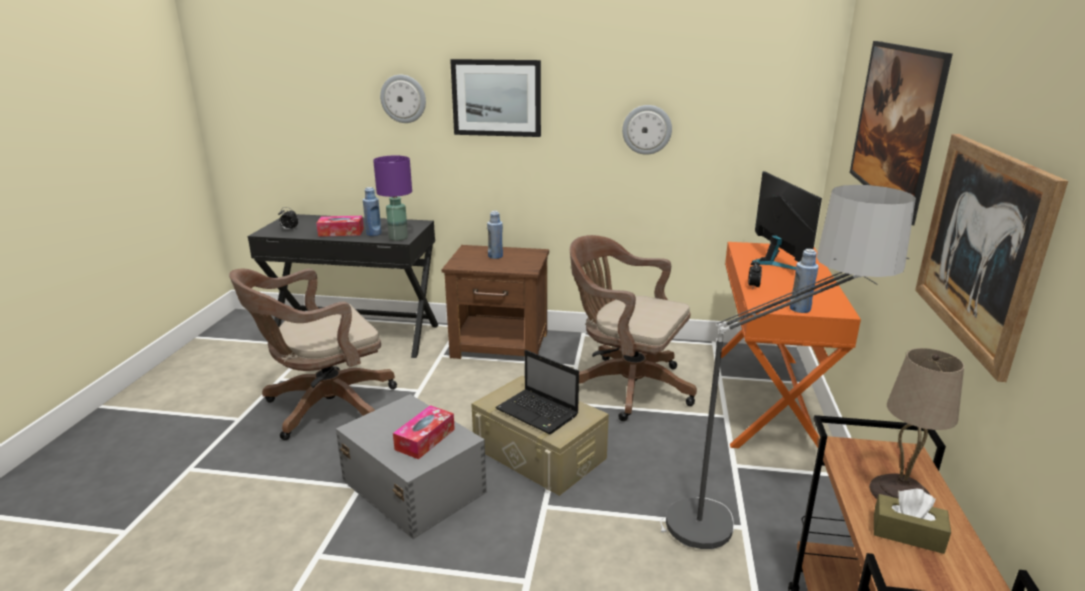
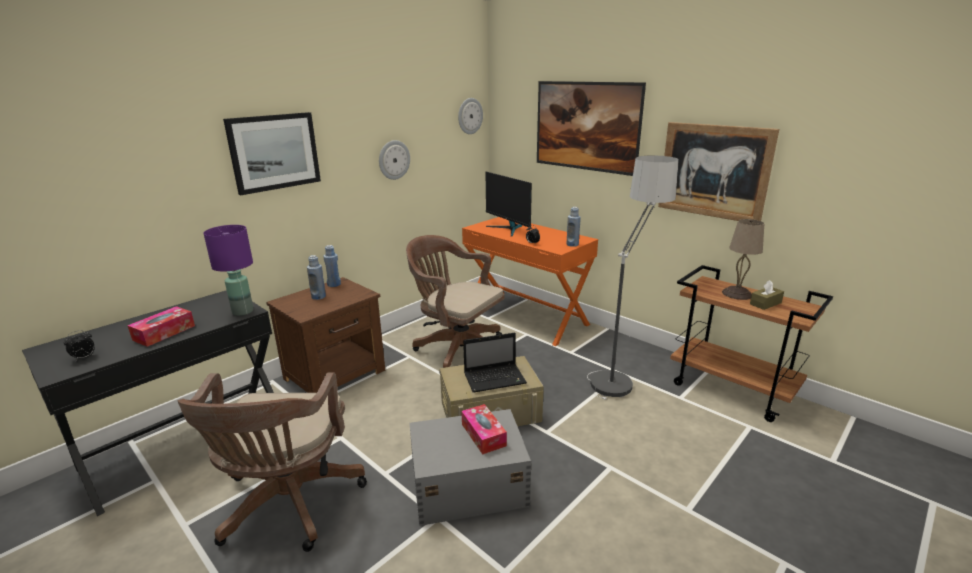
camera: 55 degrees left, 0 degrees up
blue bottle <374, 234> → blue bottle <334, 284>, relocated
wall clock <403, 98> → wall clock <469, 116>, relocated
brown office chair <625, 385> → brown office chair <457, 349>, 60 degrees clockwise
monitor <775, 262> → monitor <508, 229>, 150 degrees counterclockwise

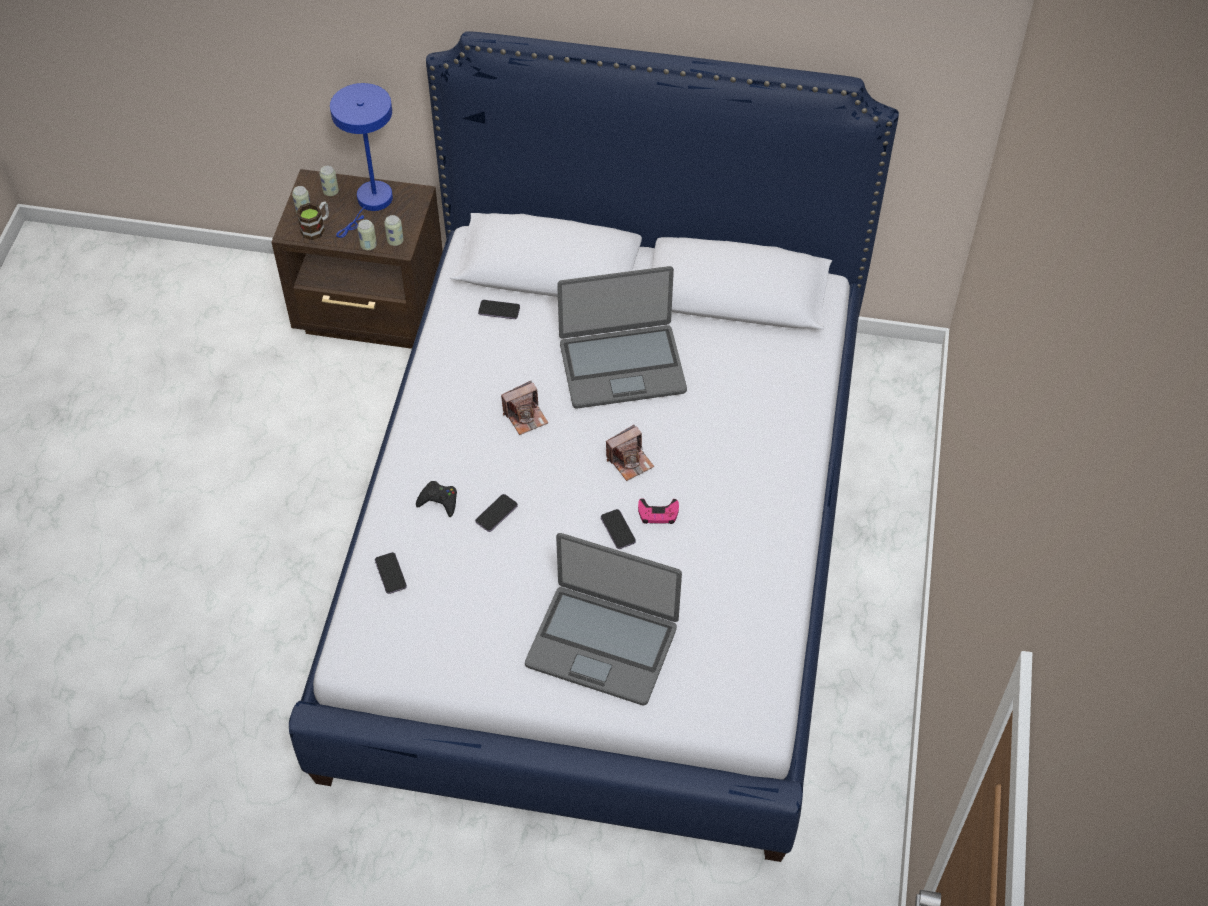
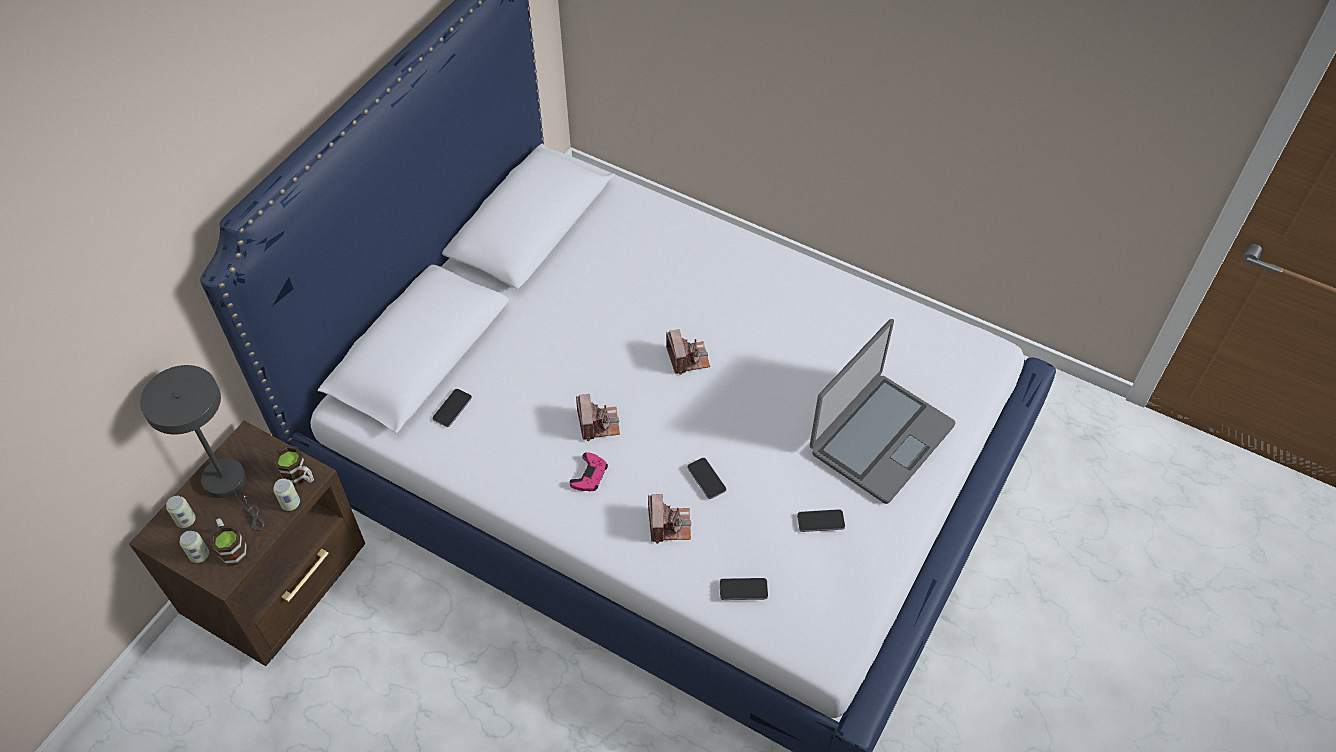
camera: 70 degrees left, 0 degrees up
blue table lamp <371, 203> → grey table lamp <229, 485>
can <395, 241> → mug <300, 476>
black game controller <439, 501> → photo camera <669, 525>
laptop <622, 366> → -
phone <618, 530> → phone <820, 521>, relocated
pink game controller <658, 513> → pink game controller <589, 475>, relocated

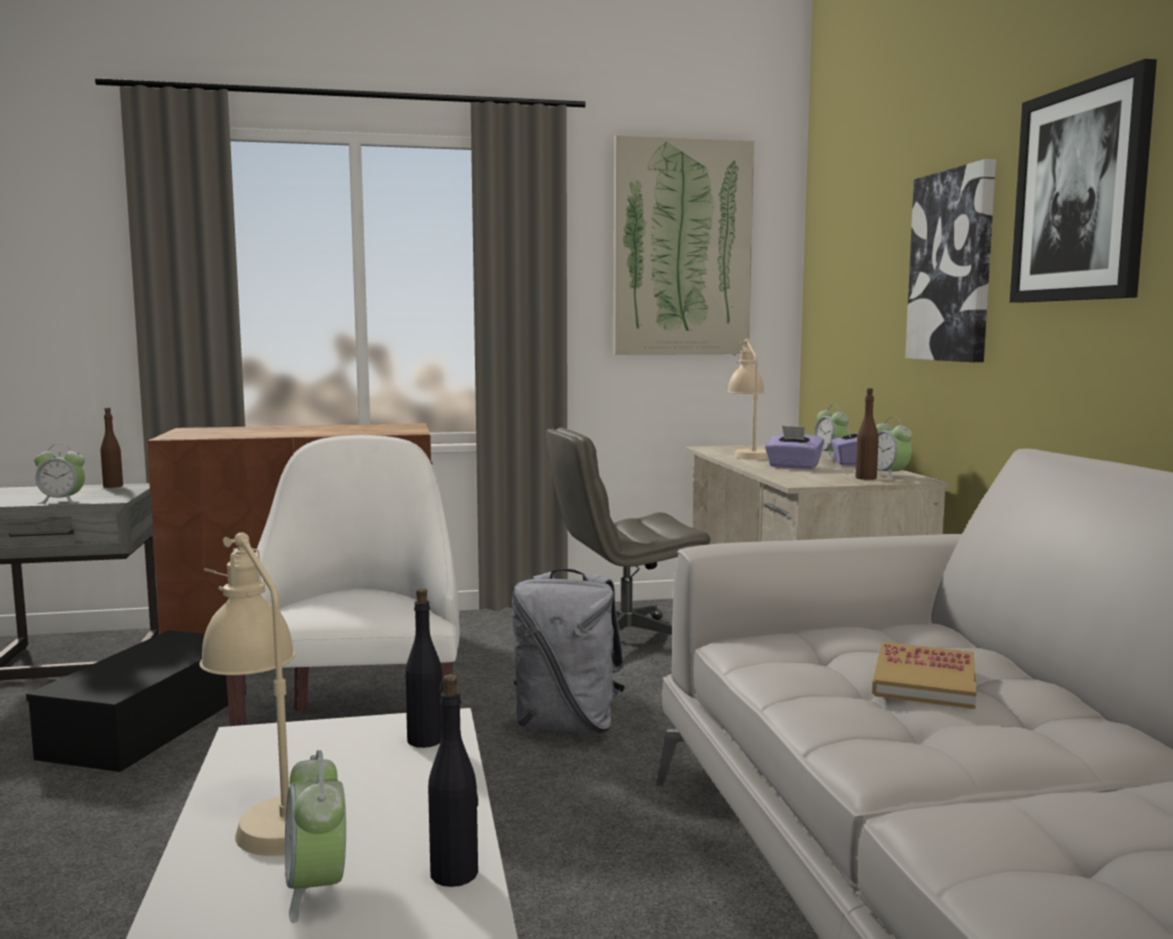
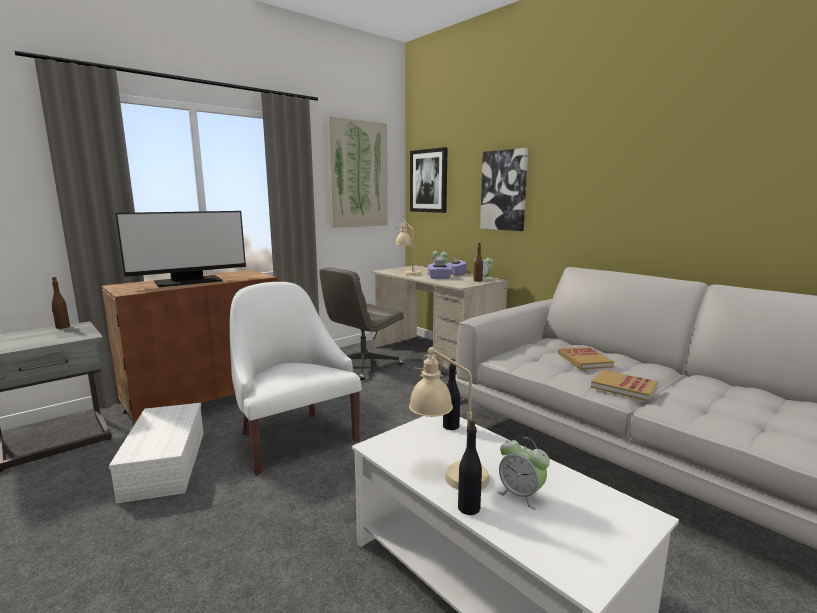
camera: 30 degrees left, 5 degrees up
black storage box <148, 723> → white storage box <164, 463>
alarm clock <62, 501> → -
black bottle <455, 873> → black bottle <469, 508>, relocated
grey backpack <568, 725> → -
picture <1081, 193> → picture <429, 181>, relocated
- → monitor <188, 281>
- → book <623, 387>

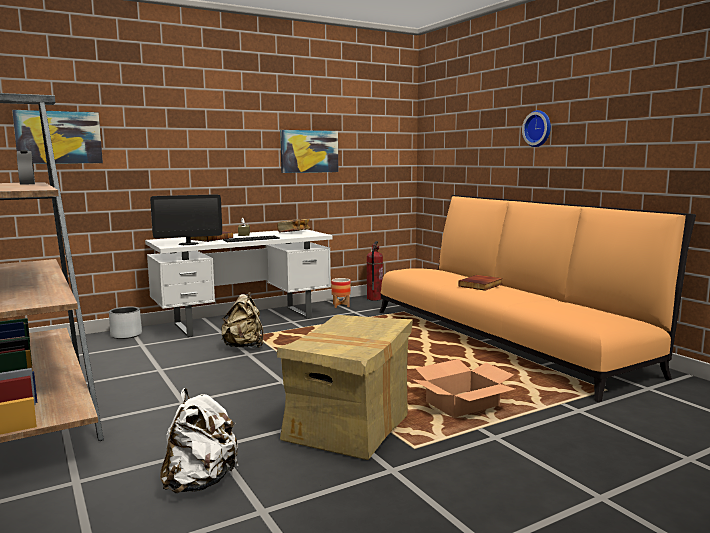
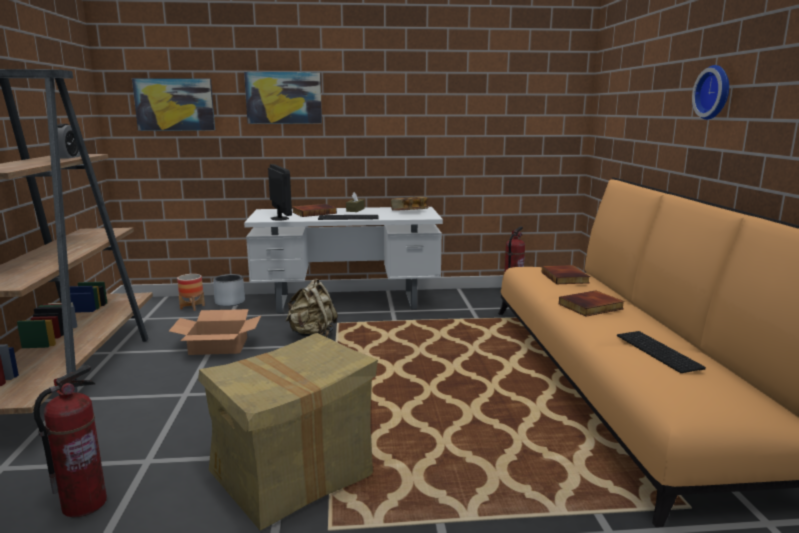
camera: 25 degrees right, 5 degrees up
monitor <188, 244> → monitor <279, 218>, 120 degrees counterclockwise
white backpack <200, 482> → fire extinguisher <84, 504>
picture <309, 151> → picture <284, 98>, relocated
planter <341, 305> → planter <192, 307>, relocated
cardboard box <462, 404> → cardboard box <218, 346>, relocated
- → book <565, 277>
- → keyboard <660, 351>

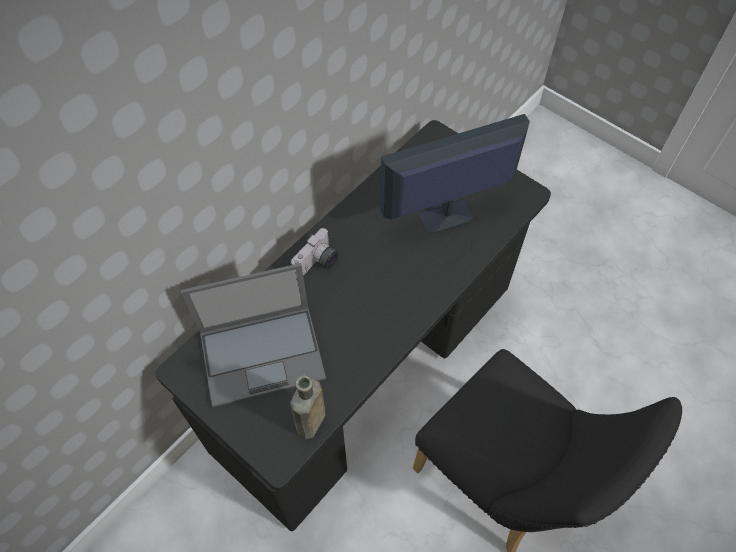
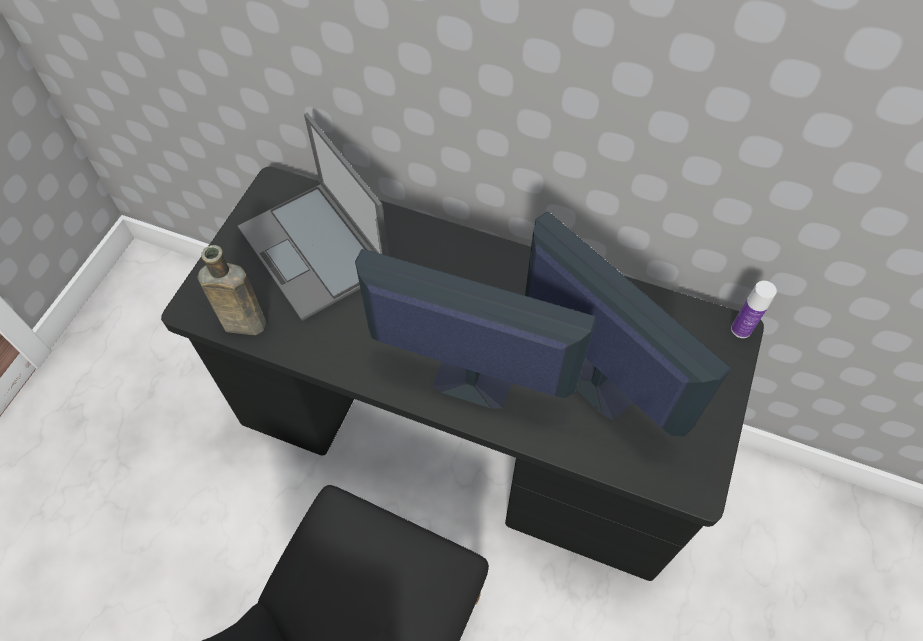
camera: 70 degrees right, 0 degrees up
photo camera <317, 264> → -
- → monitor <470, 381>
- → bottle <741, 329>

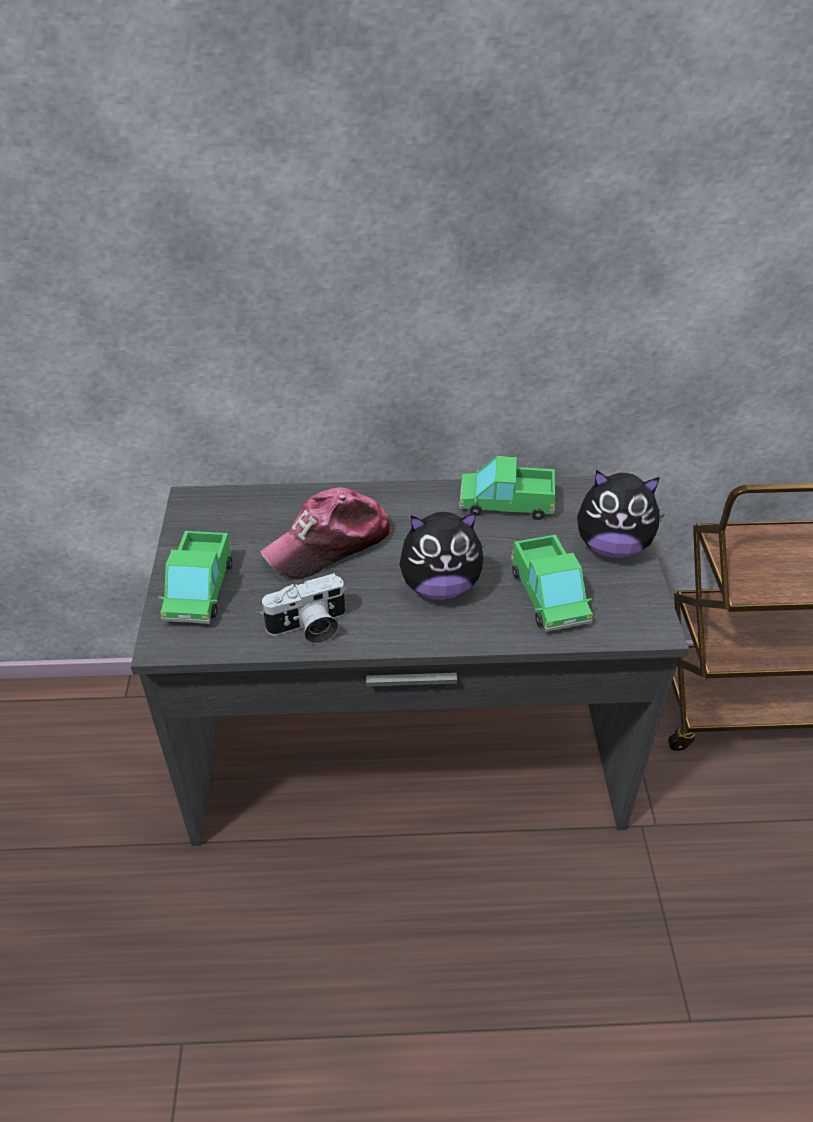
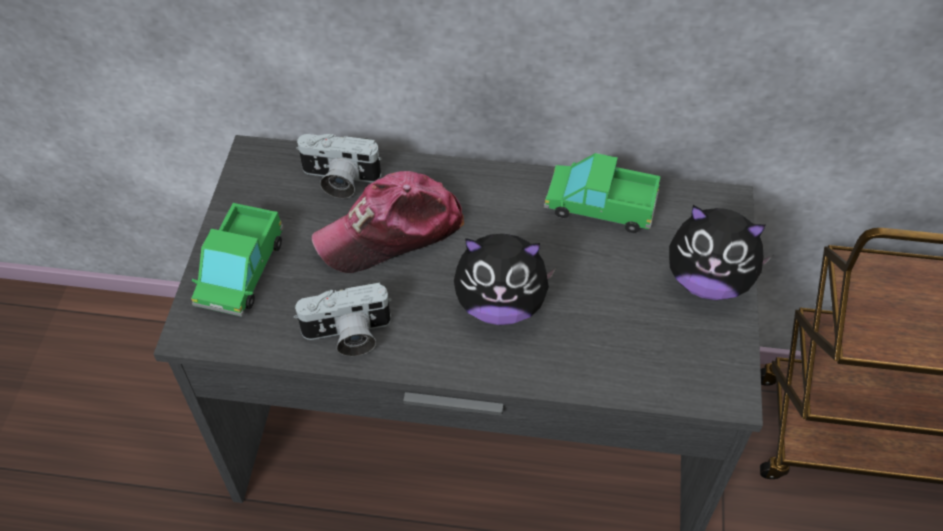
camera: 10 degrees right, 10 degrees up
toy truck <549, 596> → -
- → photo camera <339, 180>

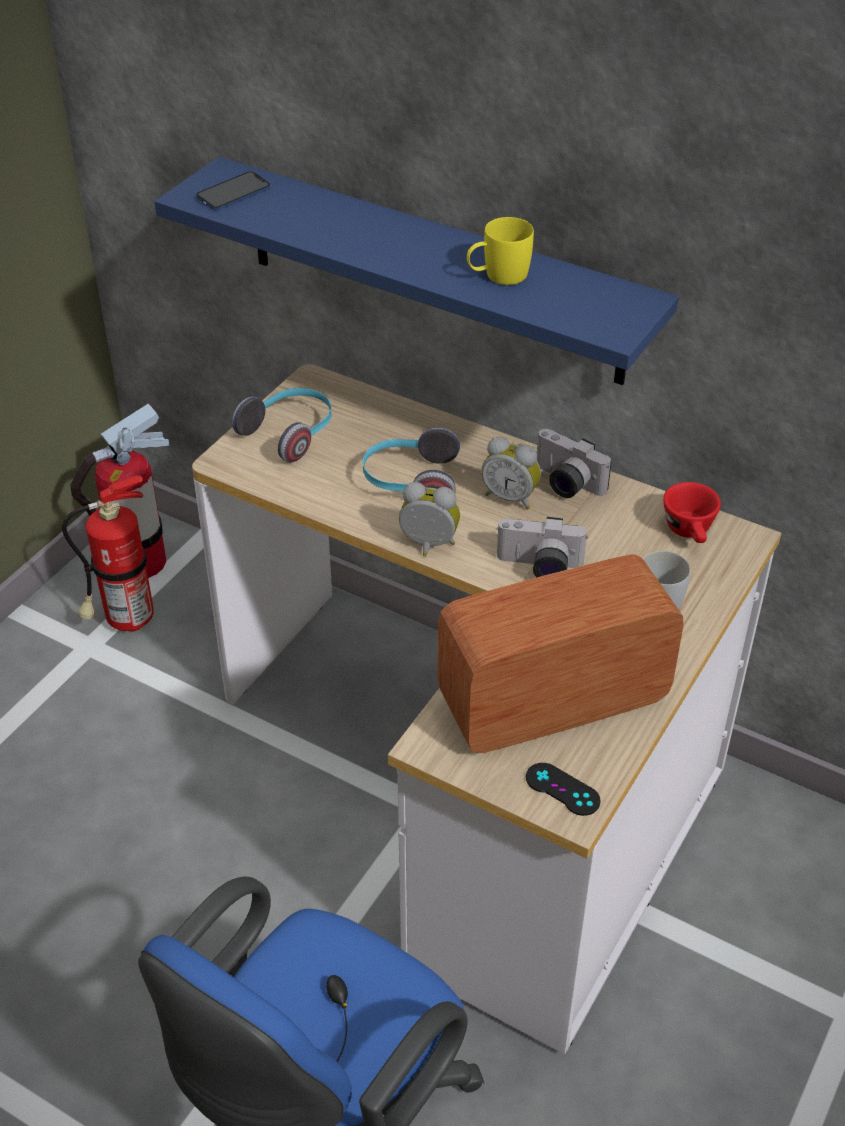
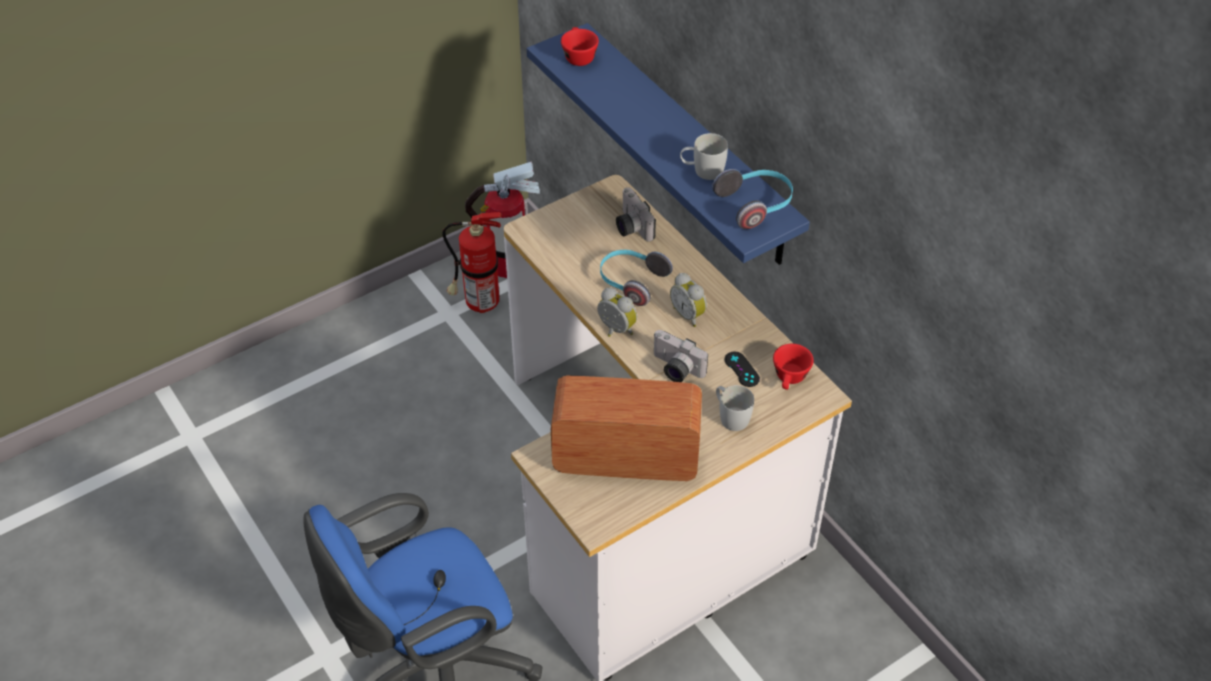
camera: 25 degrees right, 5 degrees up
phone <233, 193> → red cup <578, 56>
headphones <290, 433> → headphones <755, 205>, relocated
yellow mug <498, 276> → white mug <702, 170>
black game controller <562, 789> → black game controller <741, 369>, relocated
photo camera <564, 483> → photo camera <630, 226>, relocated

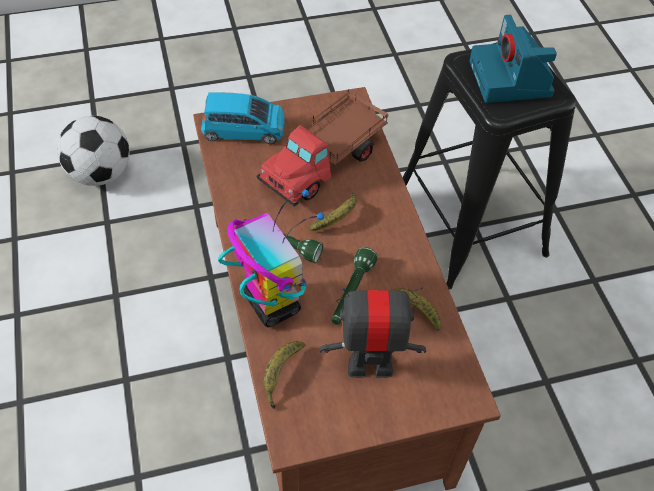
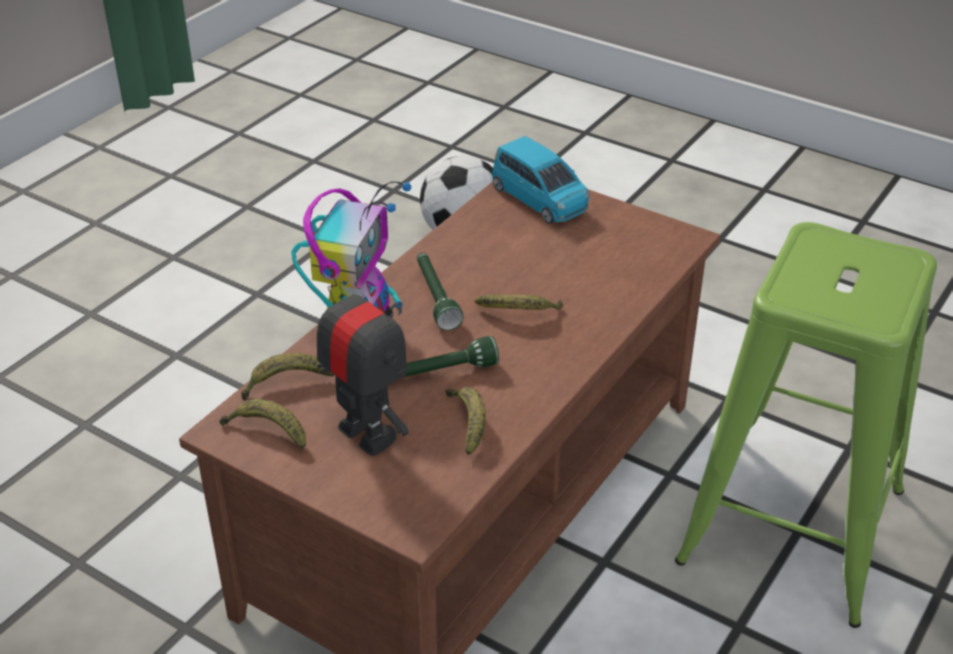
camera: 50 degrees right, 15 degrees down
toy truck <325, 161> → -
black stool <468, 224> → green stool <793, 524>
photo camera <511, 80> → -
- → banana <267, 431>

